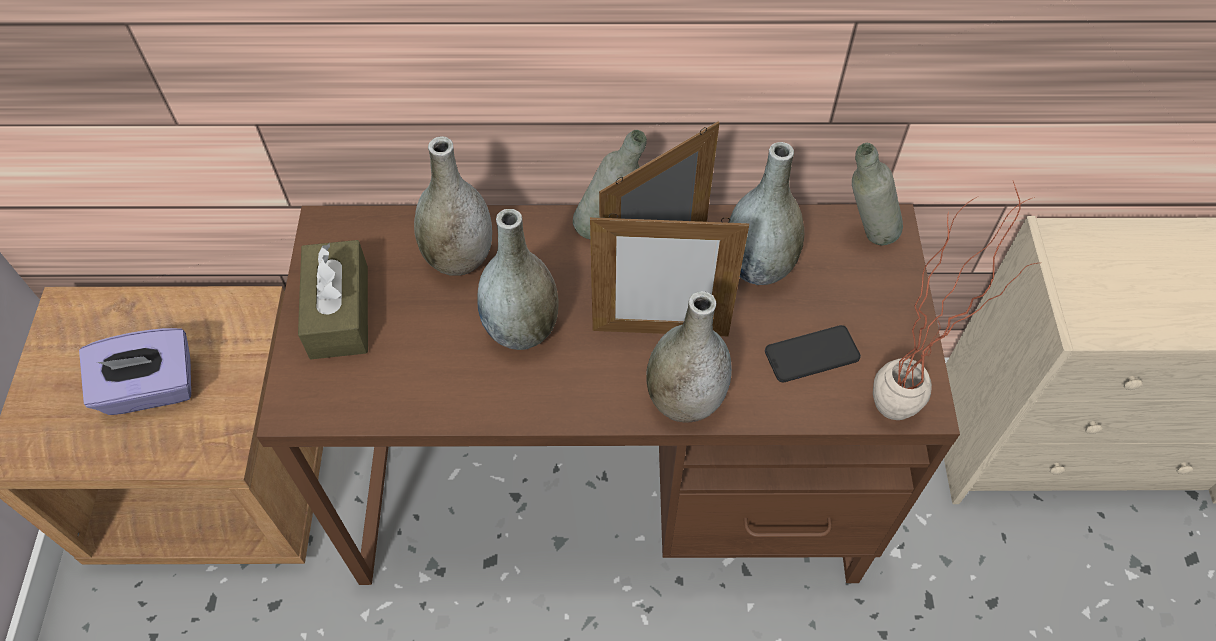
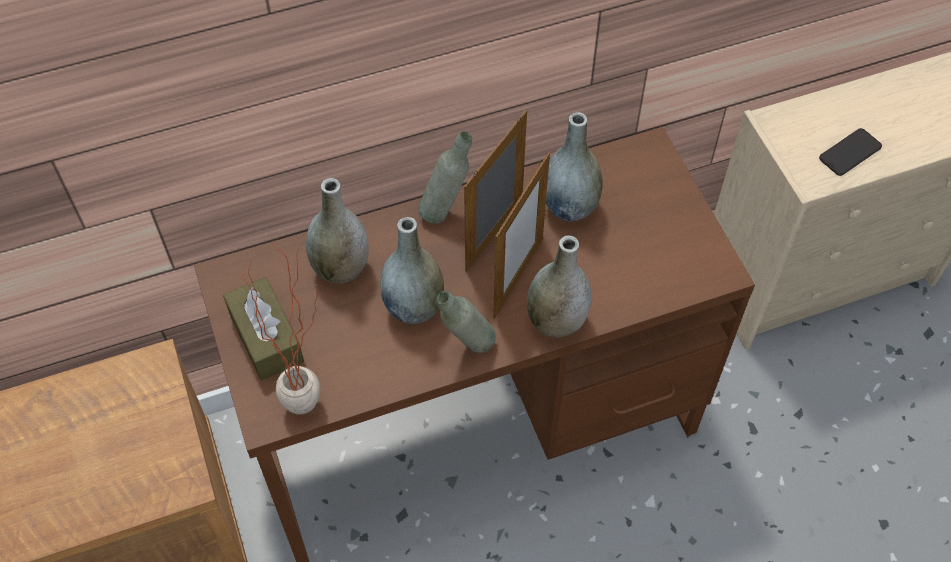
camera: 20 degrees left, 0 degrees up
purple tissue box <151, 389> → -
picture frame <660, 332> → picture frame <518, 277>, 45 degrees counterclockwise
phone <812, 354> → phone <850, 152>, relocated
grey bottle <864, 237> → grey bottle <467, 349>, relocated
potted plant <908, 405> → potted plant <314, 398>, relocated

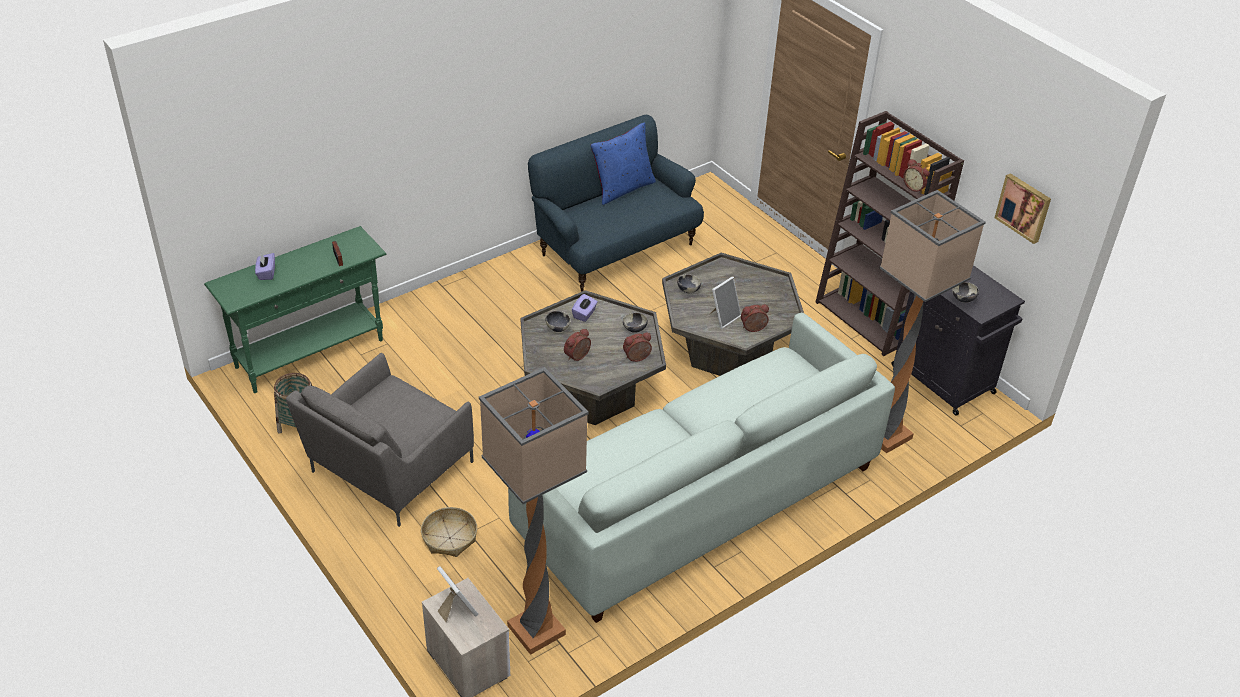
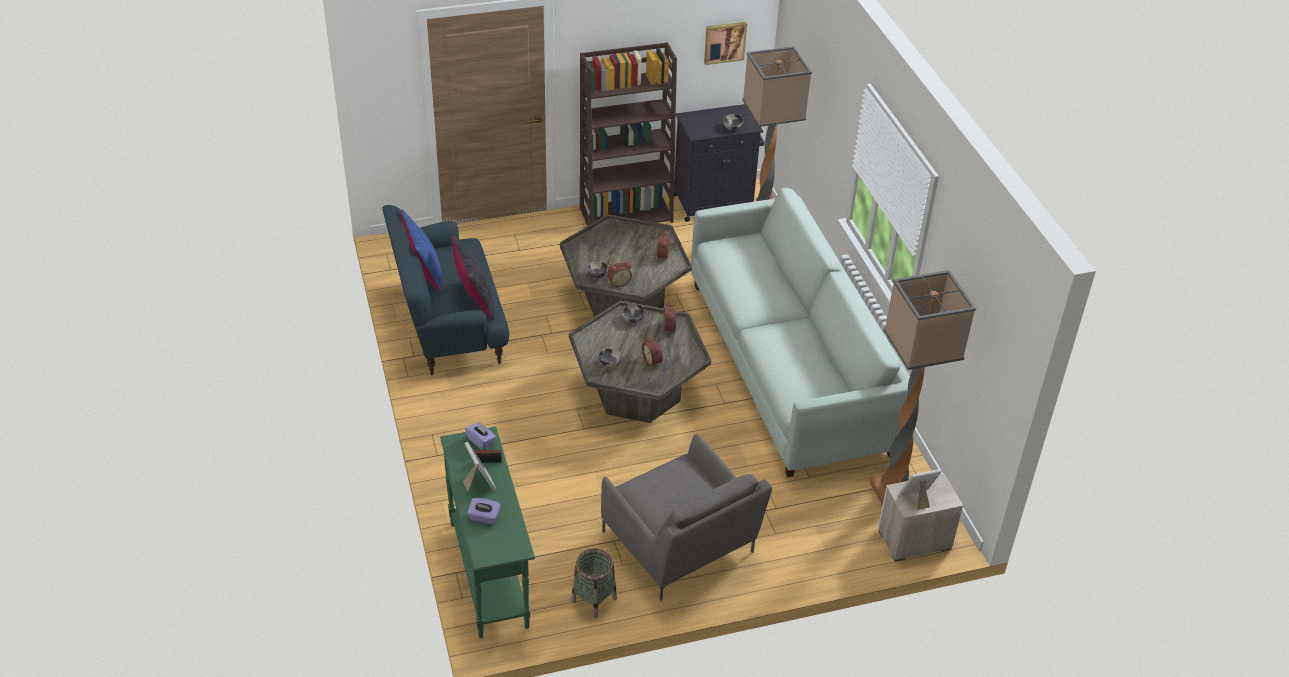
camera: 70 degrees left, 0 degrees up
basket <449, 538> → -
purple tissue box <584, 314> → purple tissue box <481, 441>, relocated
picture frame <723, 317> → picture frame <479, 482>, relocated
alarm clock <916, 187> → alarm clock <618, 282>, relocated
- → black pillow <474, 300>

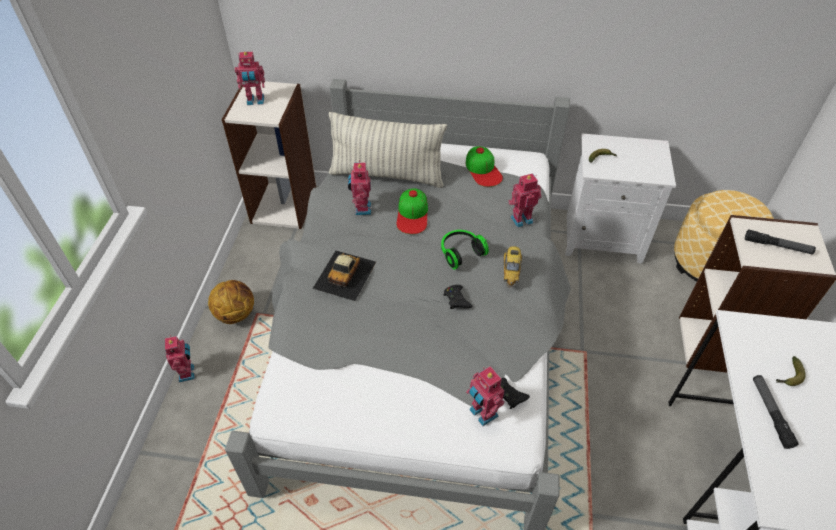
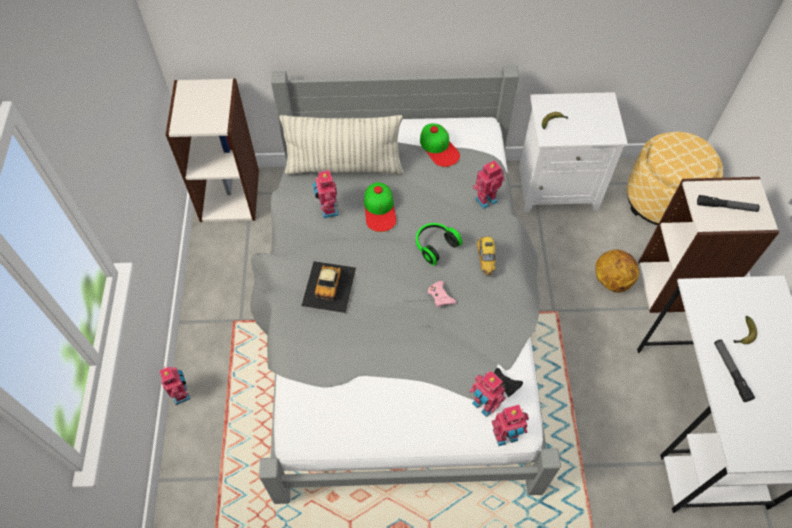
camera: 10 degrees left, 10 degrees up
basketball <236, 313> → basketball <611, 280>, relocated
toy robot <255, 101> → toy robot <505, 437>, relocated
black game controller <457, 299> → pink game controller <440, 296>

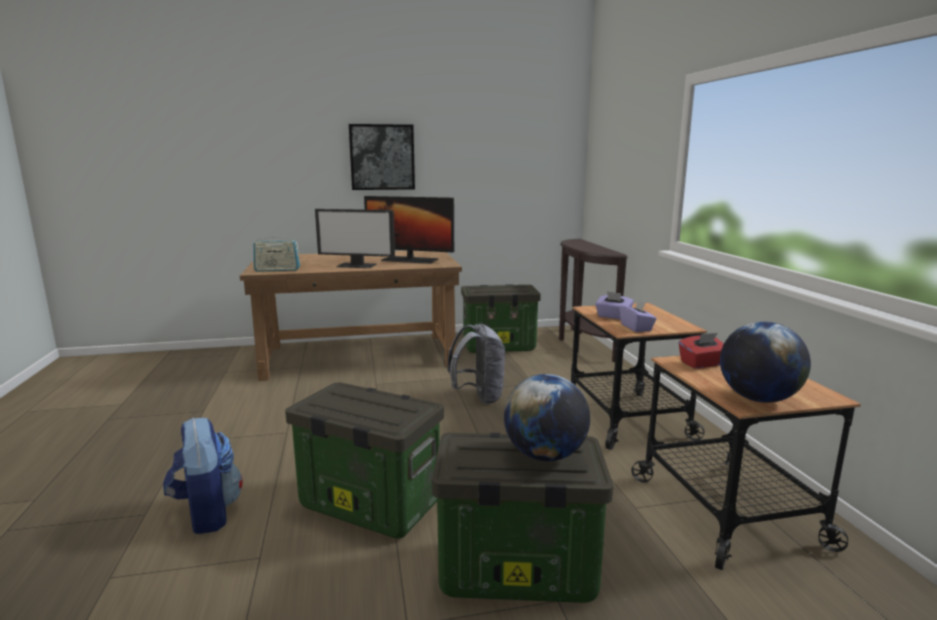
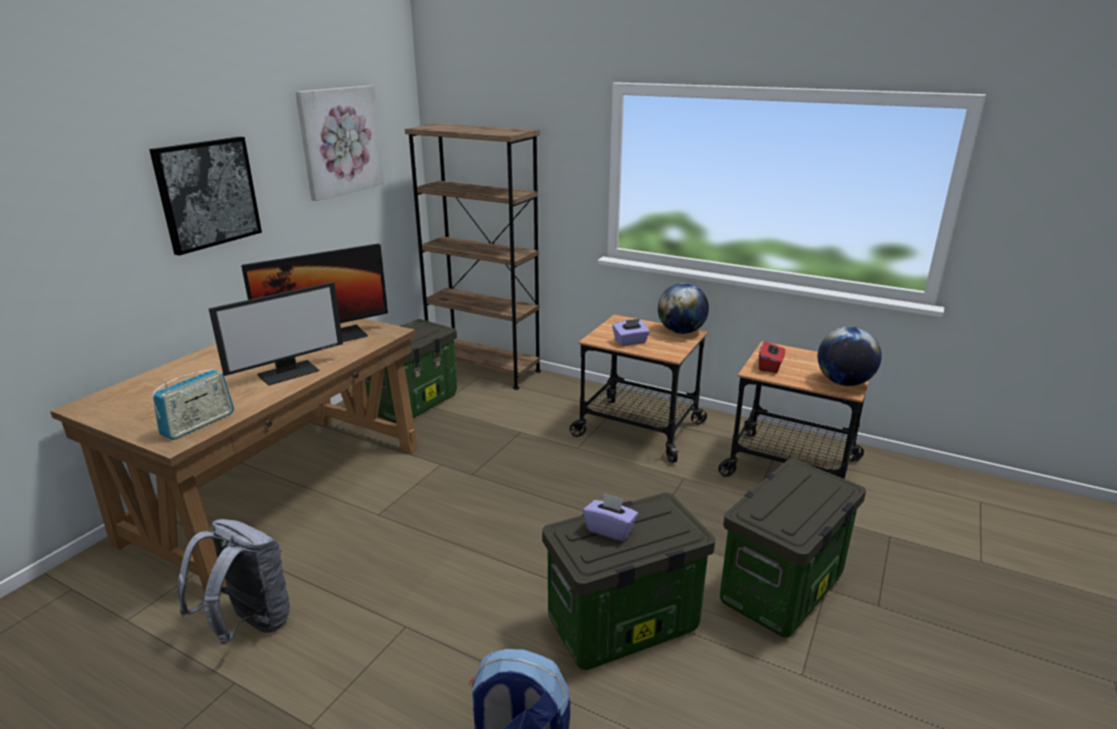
camera: 50 degrees left, 10 degrees up
grey backpack <478, 397> → grey backpack <249, 624>, relocated
globe <545, 455> → globe <681, 332>, relocated
brown console table <581, 345> → brown bookcase <483, 369>
purple tissue box <636, 328> → purple tissue box <610, 529>, relocated
- → picture <340, 141>

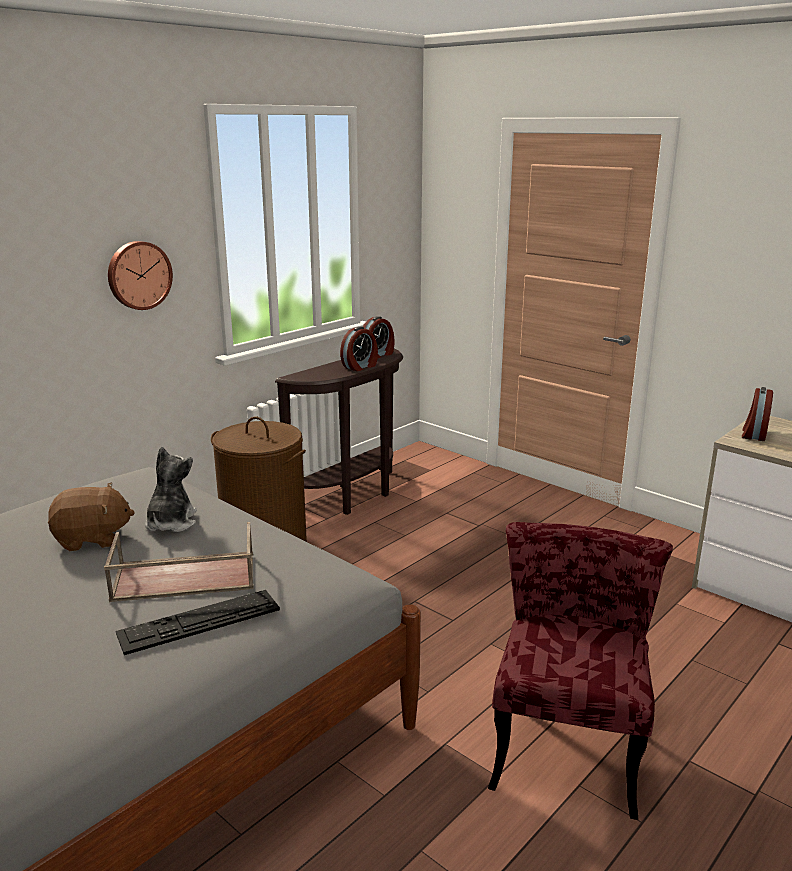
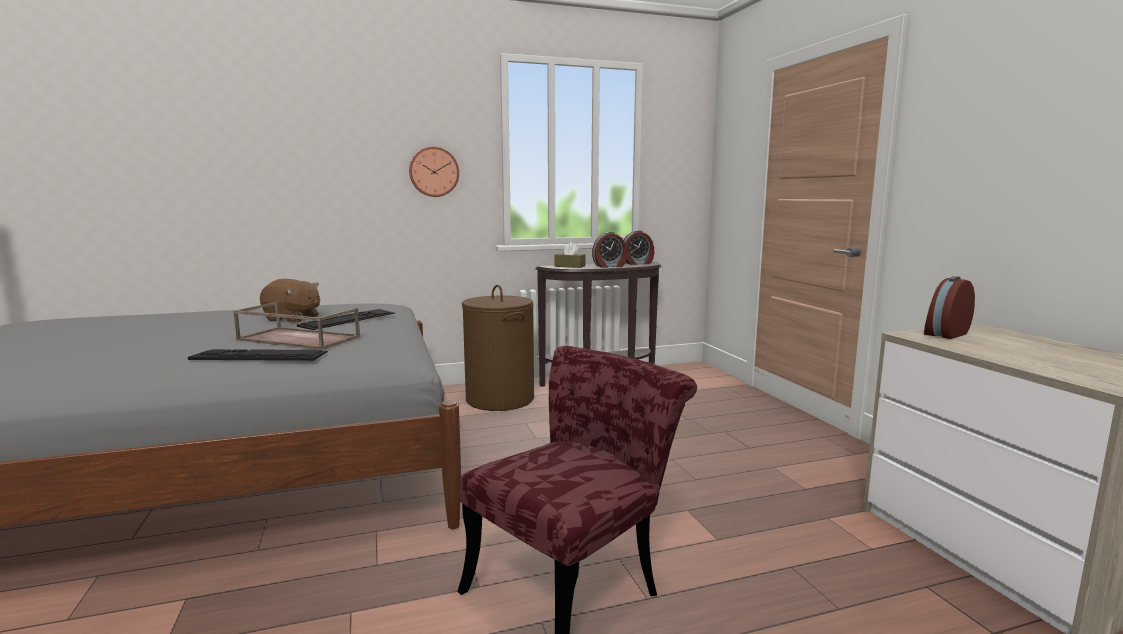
camera: 30 degrees right, 10 degrees down
plush toy <171, 523> → keyboard <348, 319>
- → brown tissue box <569, 266>

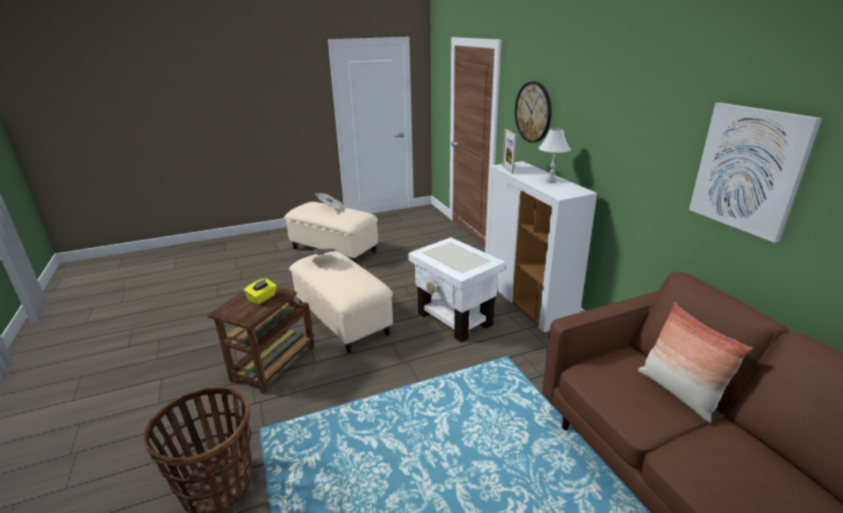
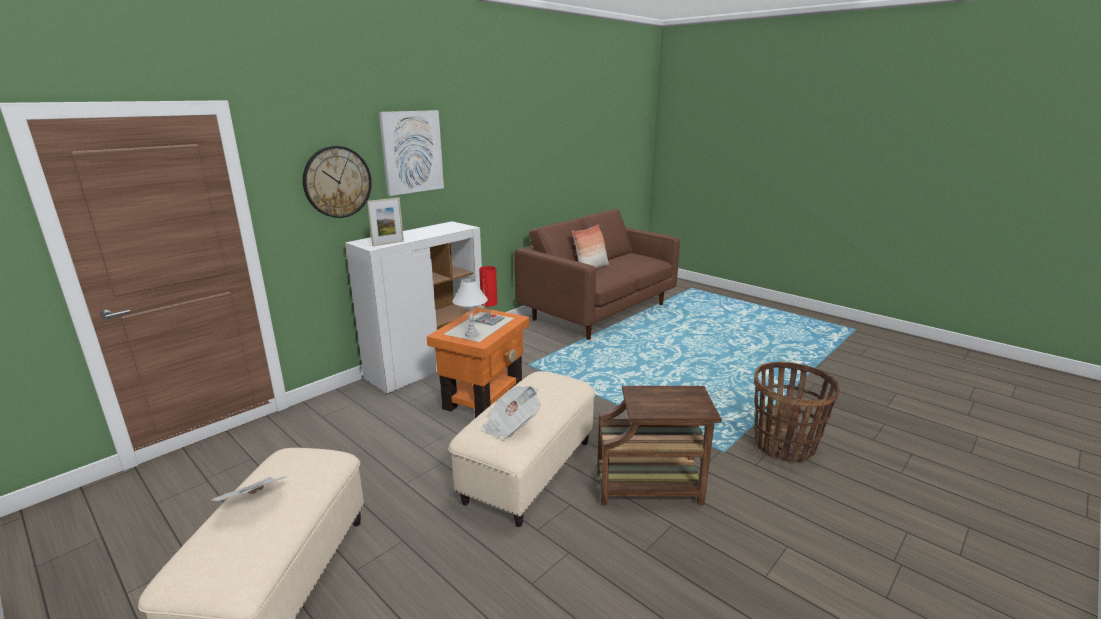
camera: 115 degrees left, 5 degrees down
yellow tissue box <262, 298> → -
white side table <454, 319> → orange side table <484, 397>
white table lamp <551, 181> → white table lamp <472, 334>, relocated
picture <748, 169> → picture <412, 152>, relocated
- → red table lamp <489, 320>

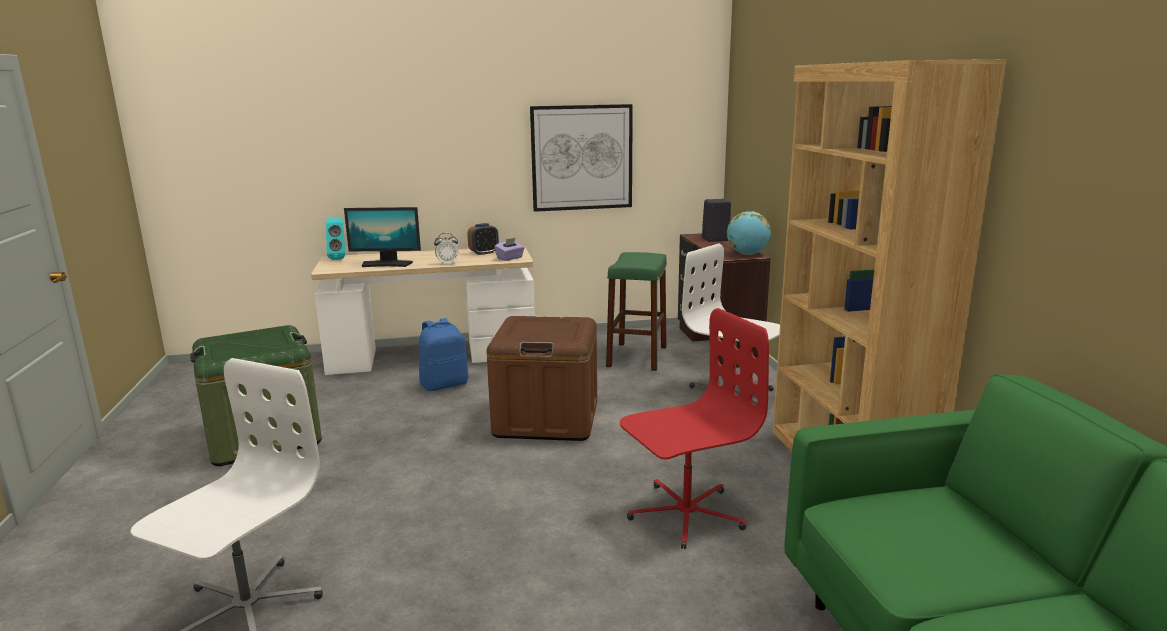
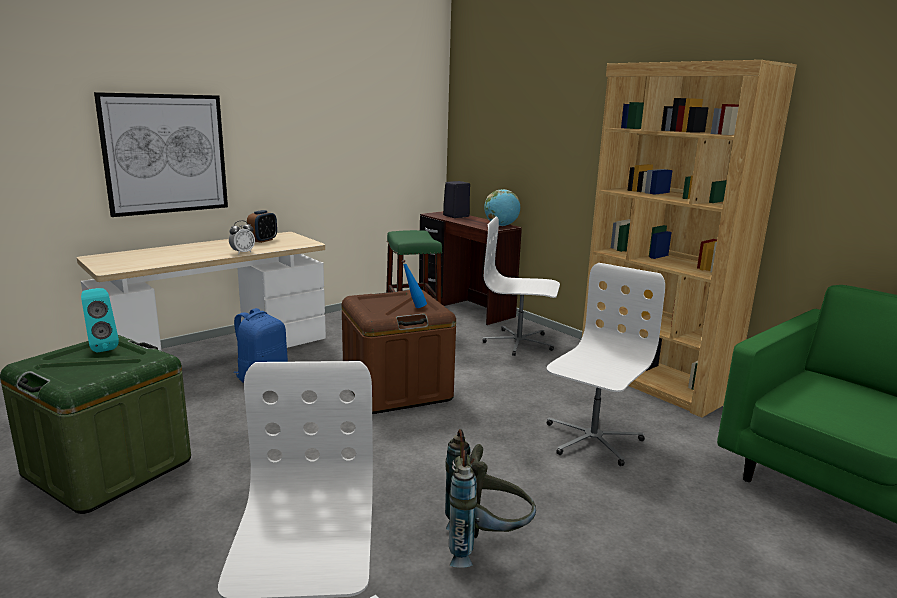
camera: 30 degrees left, 0 degrees up
turquoise speaker <339, 258> → turquoise speaker <102, 348>, relocated
monitor <386, 264> → -
purple tissue box <510, 258> → -
picture <582, 158> → picture <165, 154>, relocated
red office chair <685, 514> → white office chair <592, 439>
- → blue bottle <414, 307>
- → grey backpack <485, 545>

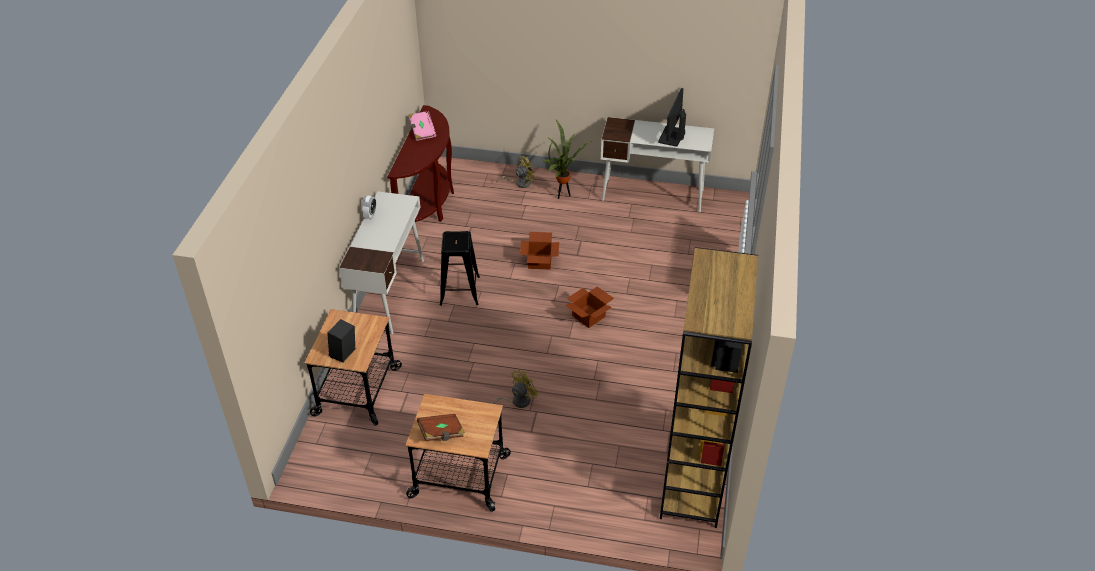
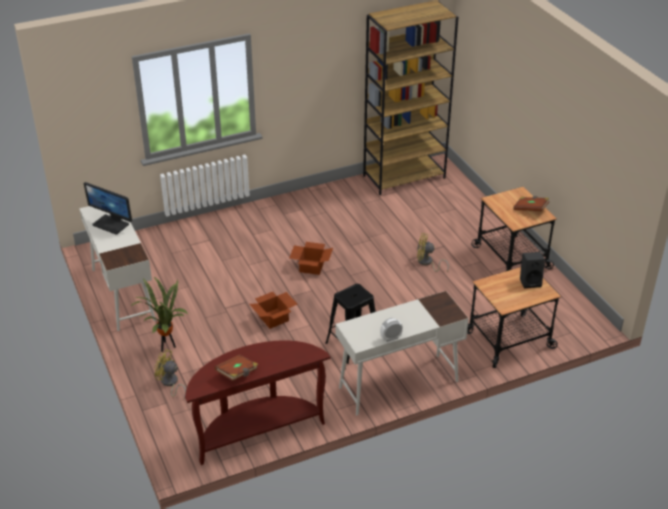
camera: 125 degrees left, 5 degrees down
pink book <422, 131> → brown book <237, 373>
monitor <672, 136> → monitor <111, 224>, 45 degrees clockwise

